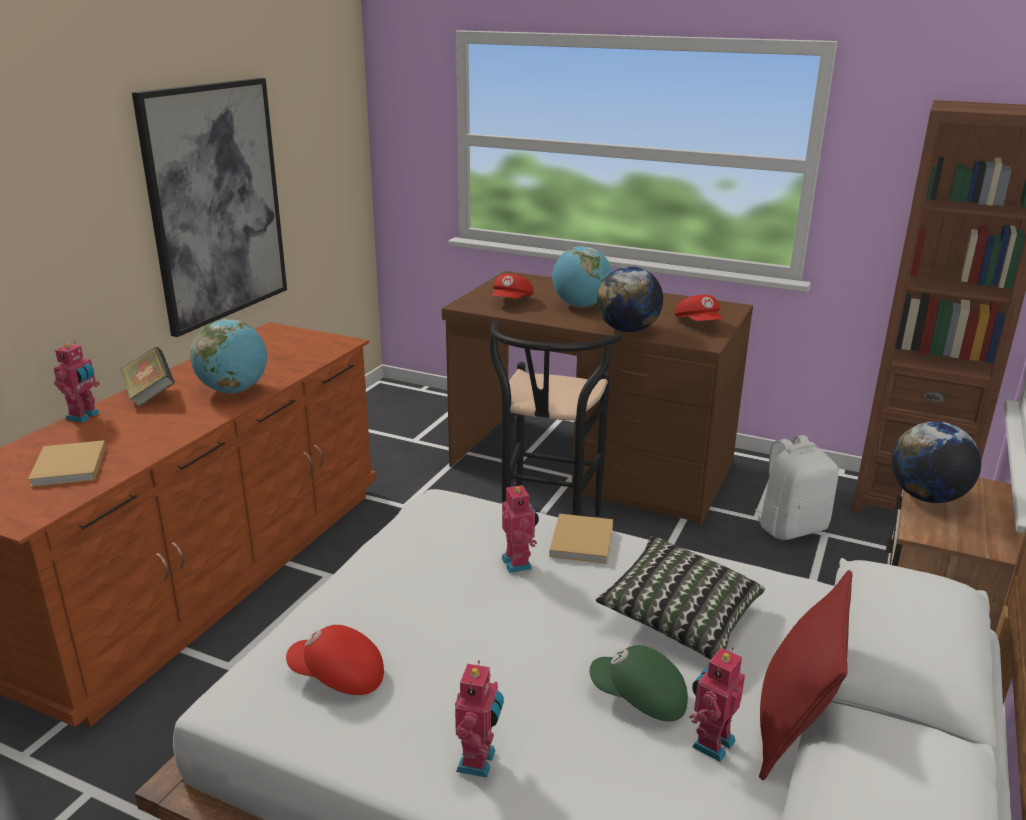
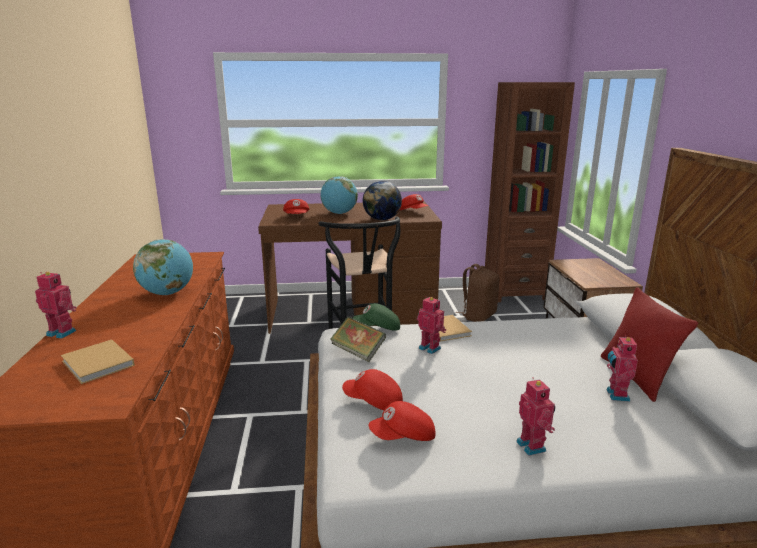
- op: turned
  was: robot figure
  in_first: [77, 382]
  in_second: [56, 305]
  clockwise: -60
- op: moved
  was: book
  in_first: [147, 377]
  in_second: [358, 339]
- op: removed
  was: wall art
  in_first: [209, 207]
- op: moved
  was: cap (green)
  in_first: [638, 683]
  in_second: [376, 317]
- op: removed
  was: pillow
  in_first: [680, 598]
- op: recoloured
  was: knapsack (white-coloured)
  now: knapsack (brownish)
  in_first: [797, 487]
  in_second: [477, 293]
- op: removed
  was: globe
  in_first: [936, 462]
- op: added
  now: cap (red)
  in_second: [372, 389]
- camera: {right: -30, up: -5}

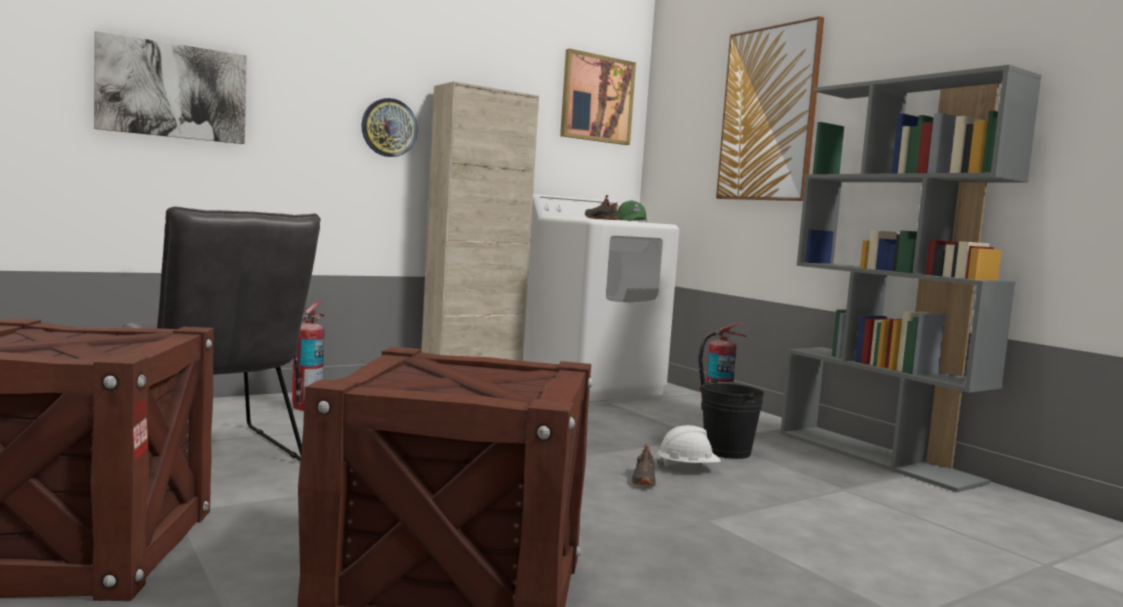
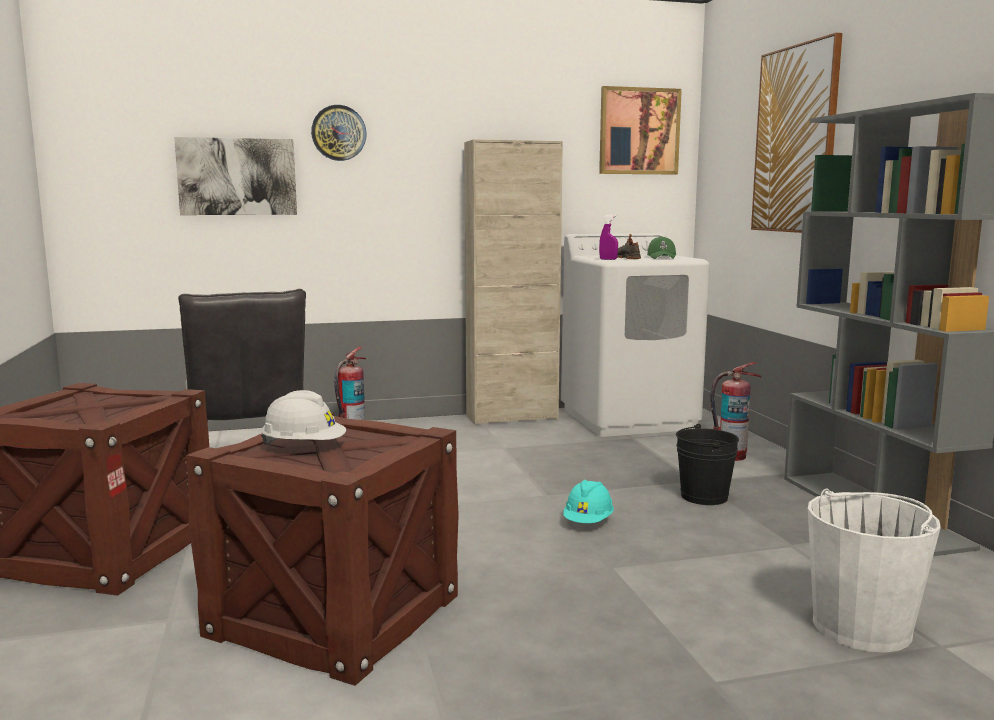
- op: moved
  was: clock on the wall
  in_first: [389, 127]
  in_second: [339, 133]
- op: replaced
  was: shoe (black-coloured)
  now: safety helmet (blue-green)
  in_first: [644, 464]
  in_second: [588, 501]
- op: moved
  was: safety helmet (white-coloured)
  in_first: [688, 446]
  in_second: [303, 418]
- op: added
  now: sprayer (purplish)
  in_second: [608, 237]
- op: added
  now: bucket (white-coloured)
  in_second: [874, 571]
- camera: {right: 20, up: 5}

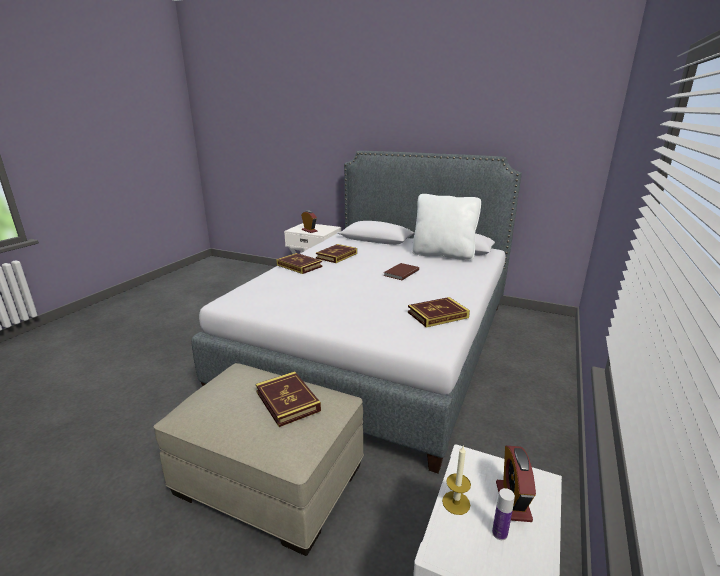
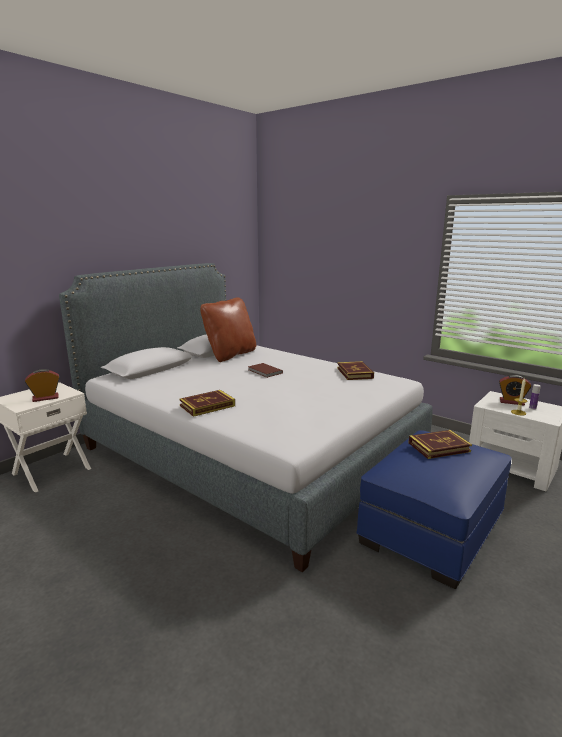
- op: recoloured
  was: ottoman (beige-coloured)
  now: ottoman (bluish)
  in_first: [258, 459]
  in_second: [434, 509]
- op: removed
  was: book
  in_first: [336, 253]
- op: recoloured
  was: pillow (white-coloured)
  now: pillow (brownish)
  in_first: [446, 227]
  in_second: [228, 329]
- camera: {right: -75, up: -5}

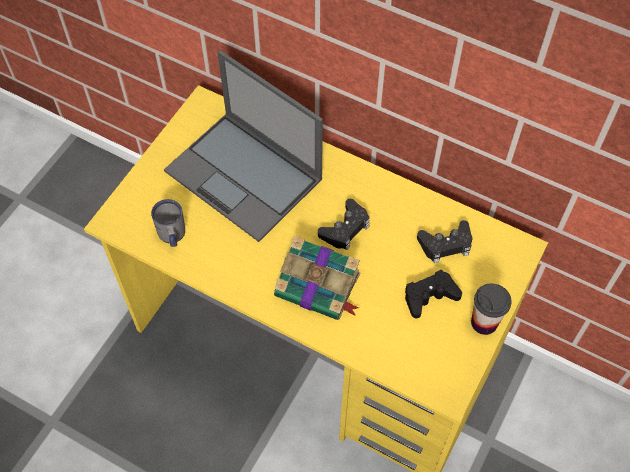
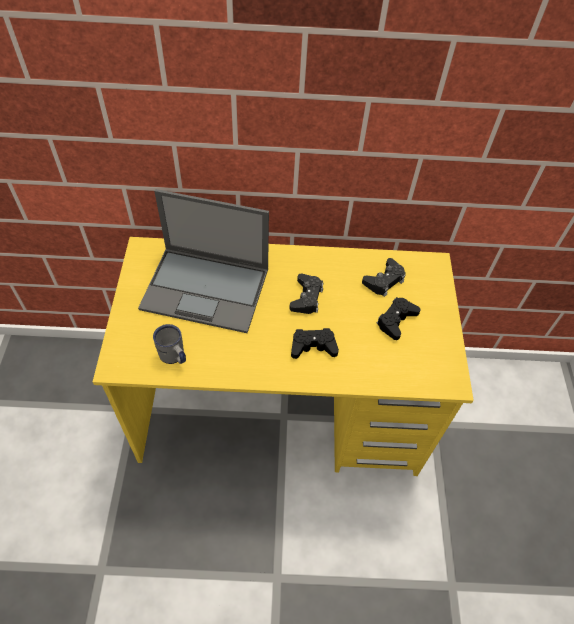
- op: replaced
  was: book
  now: joypad (black-coloured)
  in_first: [317, 278]
  in_second: [315, 343]
- op: removed
  was: drinking cup
  in_first: [491, 309]
- camera: {right: -30, up: -5}

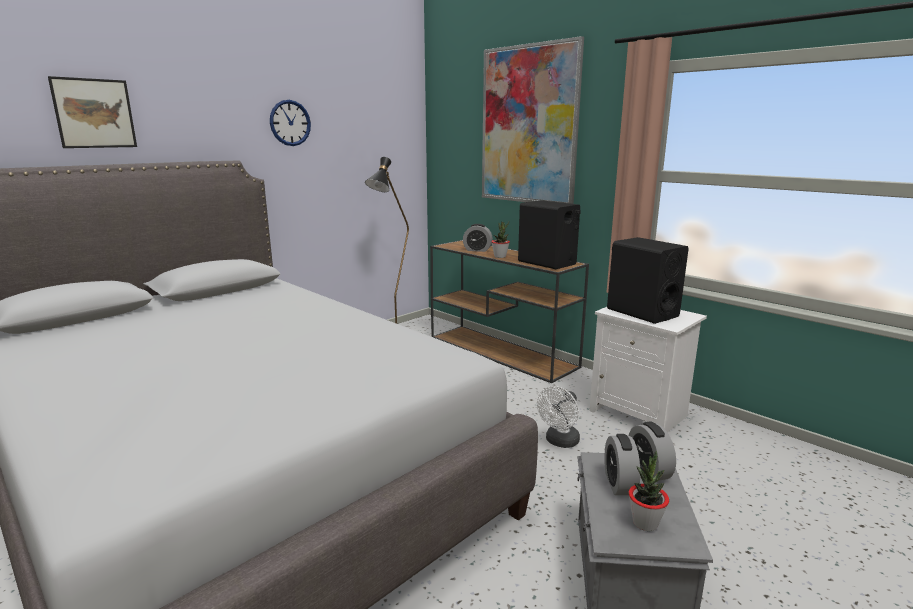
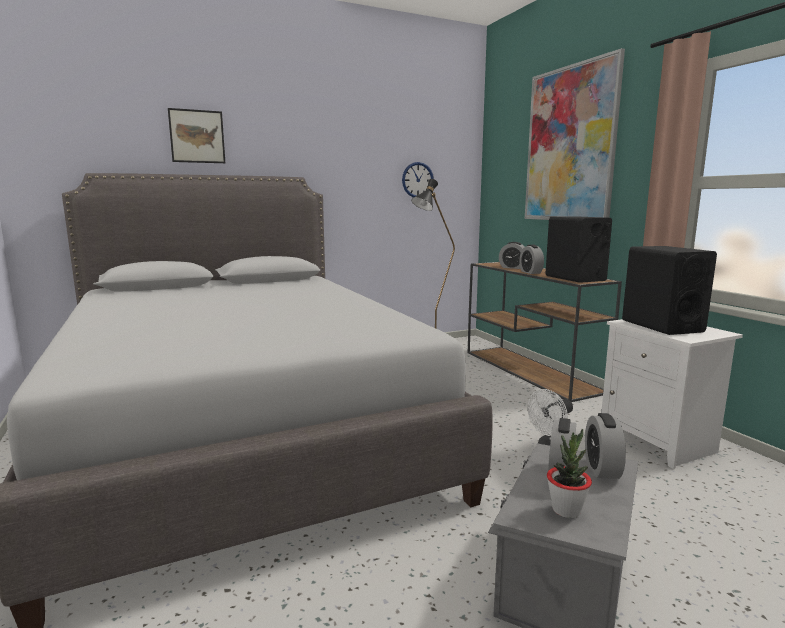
- op: moved
  was: clock on the wall
  in_first: [290, 123]
  in_second: [418, 180]
- op: replaced
  was: potted plant
  now: alarm clock
  in_first: [500, 240]
  in_second: [531, 259]
- camera: {right: 20, up: -5}

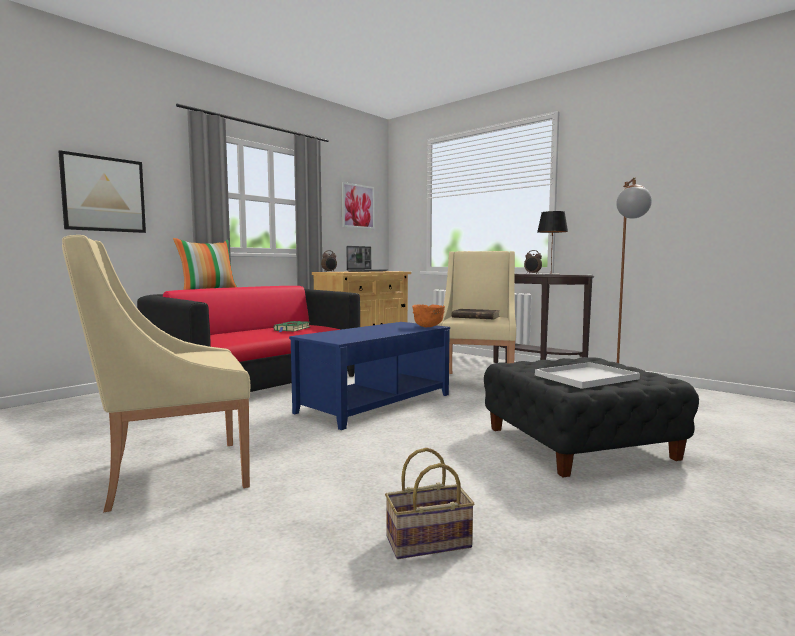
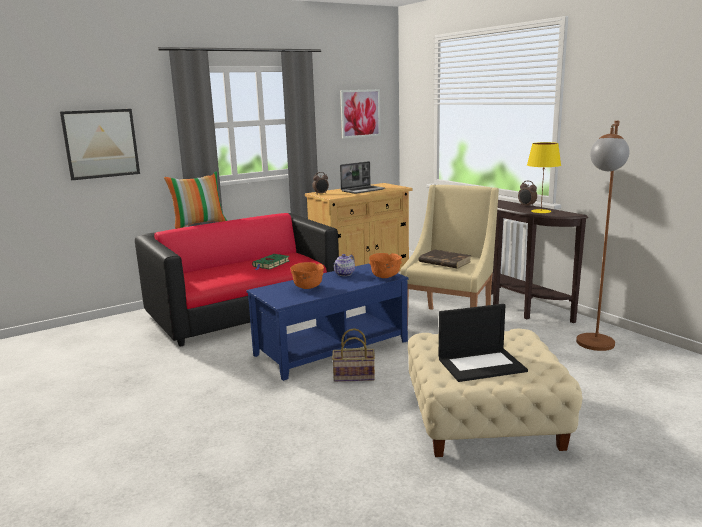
- op: removed
  was: armchair (beige-coloured)
  in_first: [156, 373]
- op: moved
  was: household basket
  in_first: [429, 503]
  in_second: [353, 355]
- op: recoloured
  was: ottoman (black-coloured)
  now: ottoman (beige-coloured)
  in_first: [591, 417]
  in_second: [495, 393]
- op: replaced
  was: carrying tray (white-coloured)
  now: portable computer
  in_first: [587, 375]
  in_second: [483, 343]
- op: recoloured
  was: table lamp (black-coloured)
  now: table lamp (yellow)
  in_first: [552, 240]
  in_second: [544, 177]
- op: added
  now: bowl (orange-coloured)
  in_second: [307, 275]
- op: added
  now: teapot
  in_second: [344, 265]
- camera: {right: 15, up: 10}

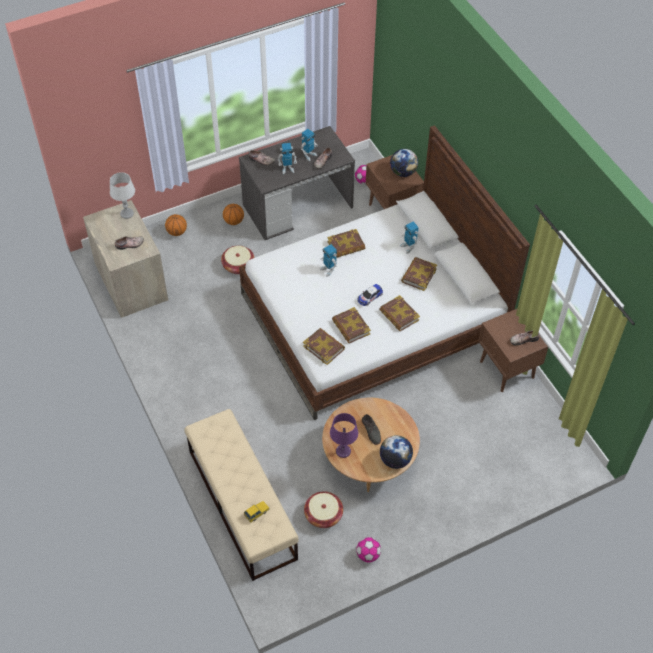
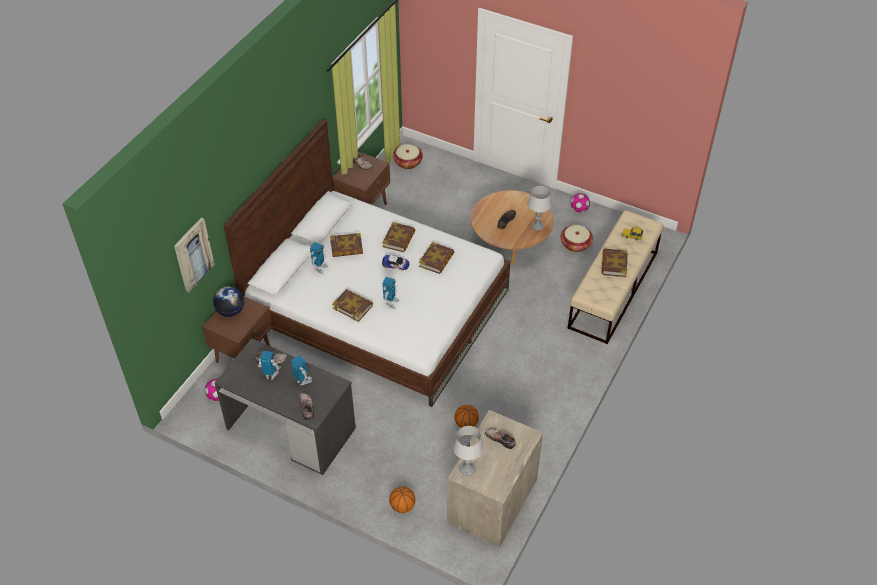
- op: moved
  was: household basket
  in_first: [238, 260]
  in_second: [408, 156]
- op: moved
  was: basketball
  in_first: [233, 214]
  in_second: [466, 416]
- op: moved
  was: book
  in_first: [324, 346]
  in_second: [614, 263]
- op: recoloured
  was: table lamp (purplish)
  now: table lamp (gray)
  in_first: [344, 435]
  in_second: [540, 208]
- op: removed
  was: globe
  in_first: [396, 452]
- op: added
  now: wall art
  in_second: [194, 255]
- camera: {right: -125, up: -5}

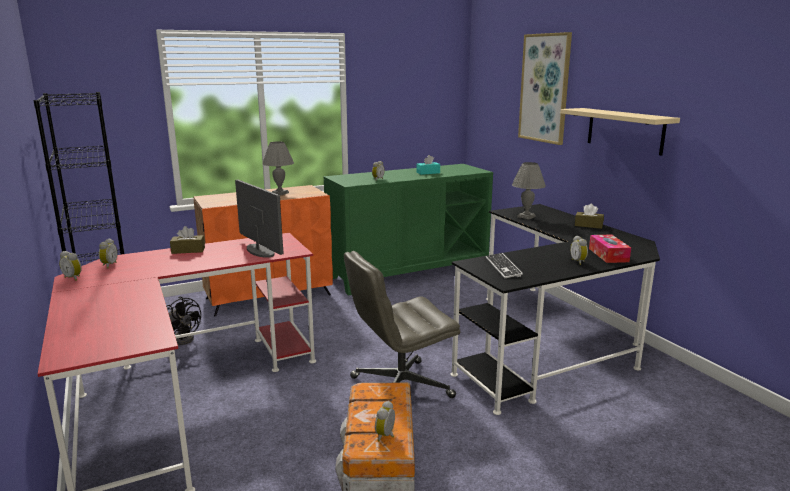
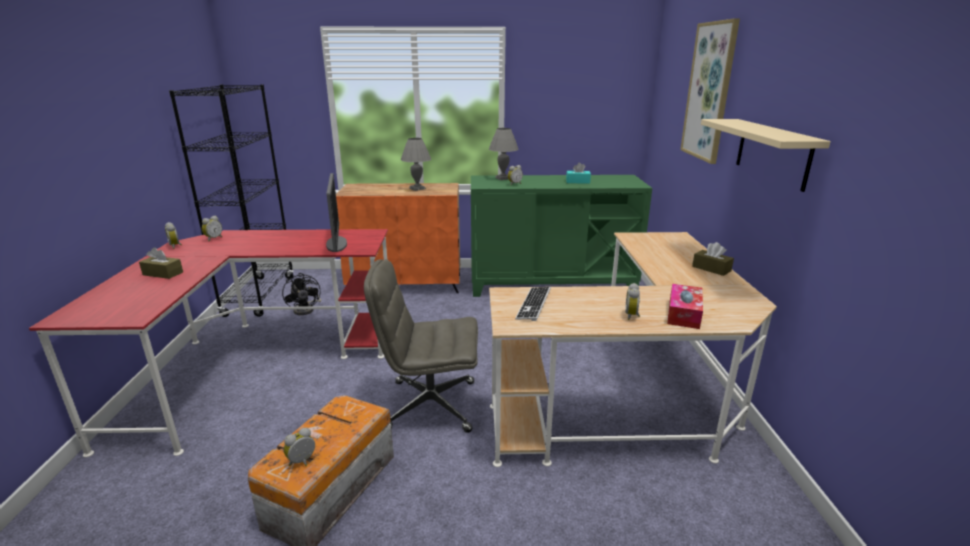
- op: moved
  was: tissue holder (brownish)
  in_first: [187, 240]
  in_second: [161, 263]
- op: recoloured
  was: desk unit (black-coloured)
  now: desk unit (beige-coloured)
  in_first: [555, 309]
  in_second: [633, 349]
- op: moved
  was: table lamp (gray)
  in_first: [529, 190]
  in_second: [504, 154]
- camera: {right: 25, up: 5}

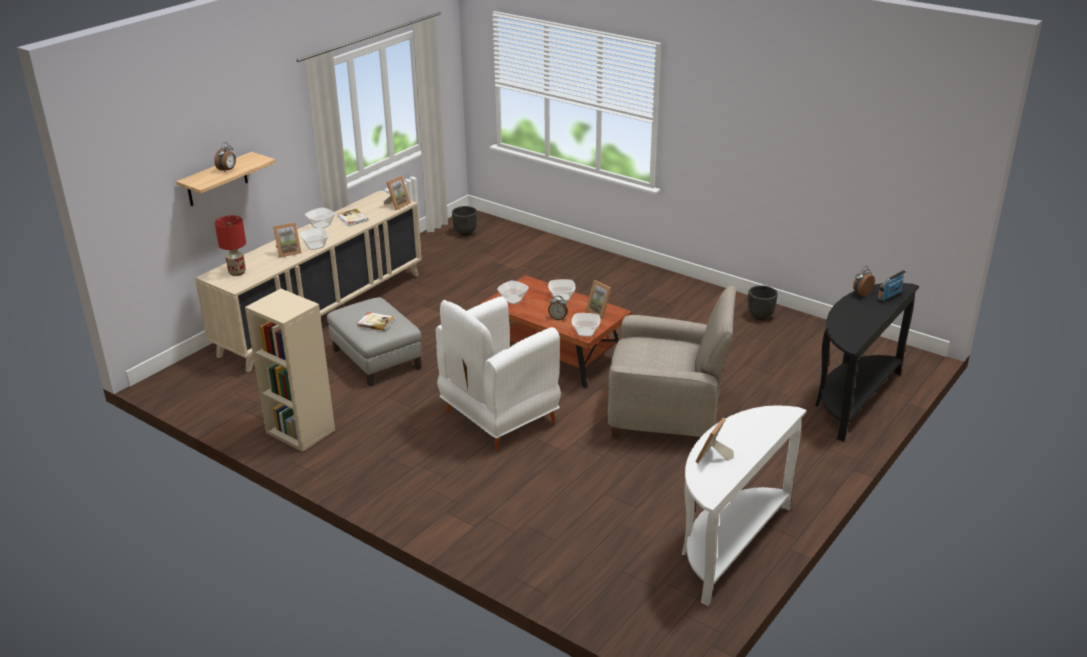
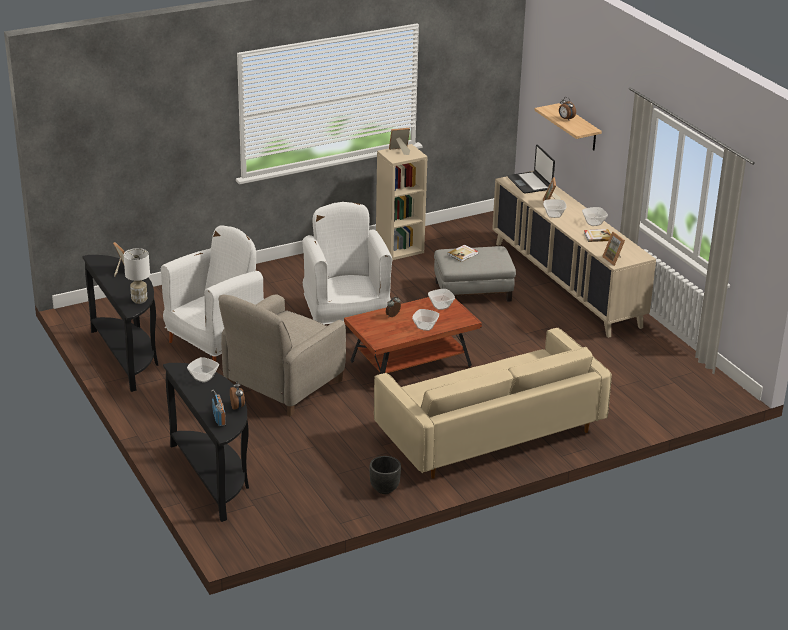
- op: replaced
  was: table lamp (red)
  now: portable computer
  in_first: [230, 245]
  in_second: [531, 169]
- op: removed
  was: flower pot (black-coloured)
  in_first: [464, 221]
- op: moved
  was: bowl
  in_first: [586, 325]
  in_second: [203, 370]
- op: moved
  was: standing frame
  in_first: [598, 299]
  in_second: [399, 141]
- op: recoloured
  was: narrow table (white-coloured)
  now: narrow table (black-coloured)
  in_first: [744, 505]
  in_second: [120, 323]
- op: added
  now: table lamp (white-coloured)
  in_second: [137, 276]
- op: added
  now: armchair (white-coloured)
  in_second: [212, 293]
- op: added
  now: sofa (beige-coloured)
  in_second: [493, 403]
- camera: {right: 115, up: 0}

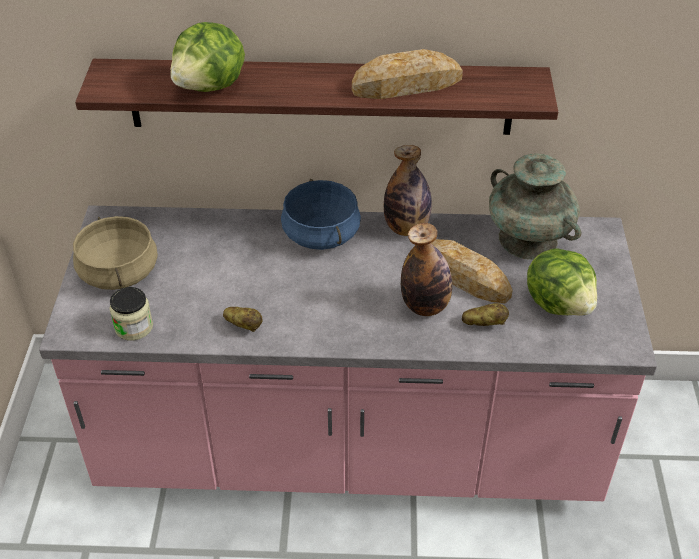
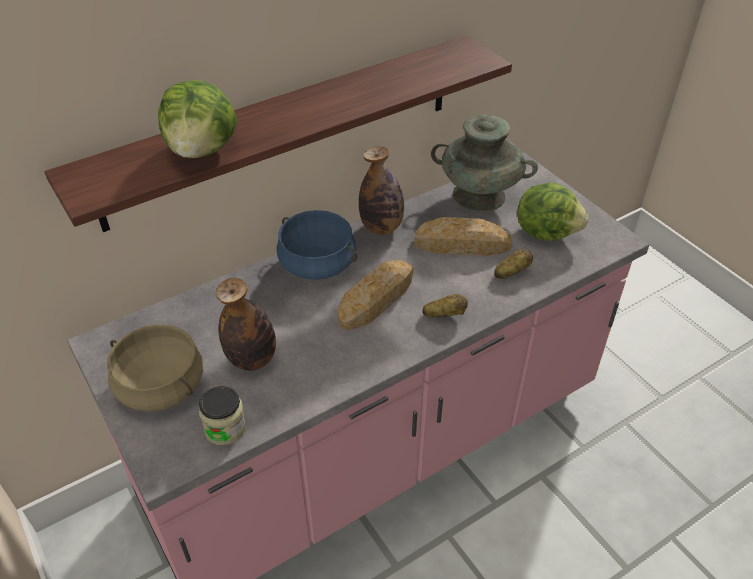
- op: moved
  was: spud
  in_first: [243, 319]
  in_second: [445, 306]
- op: moved
  was: baked bread
  in_first: [407, 74]
  in_second: [375, 295]
- op: moved
  was: drink bottle
  in_first: [426, 269]
  in_second: [246, 324]
- camera: {right: -35, up: 0}

